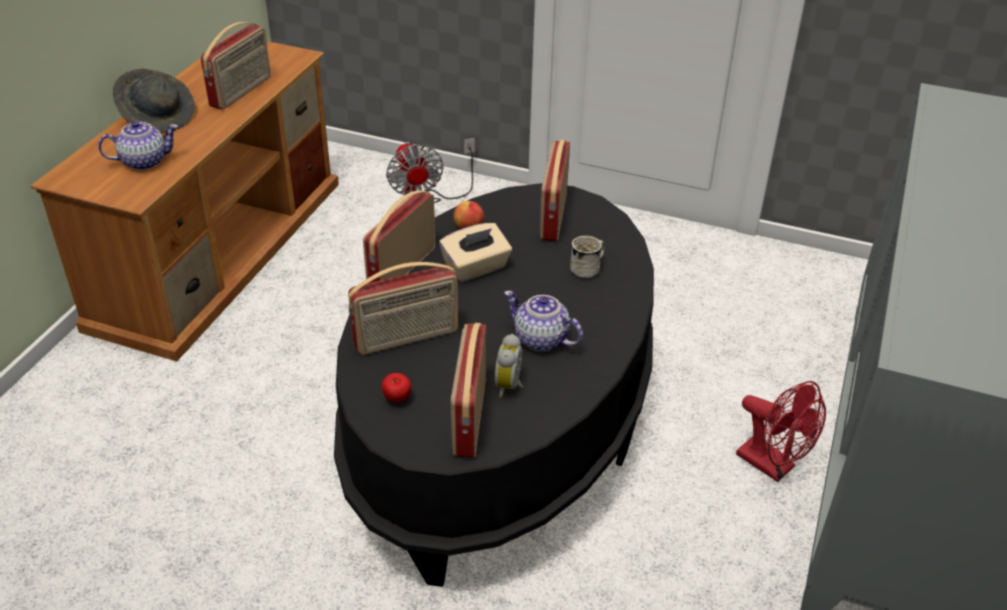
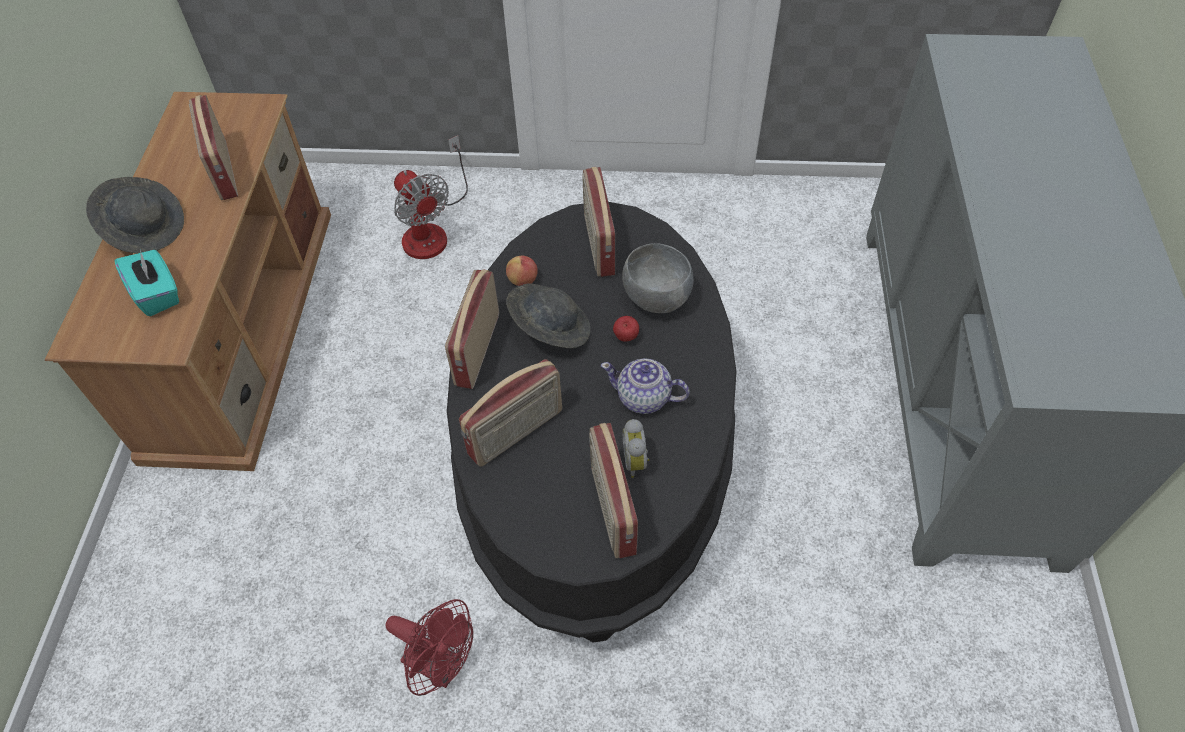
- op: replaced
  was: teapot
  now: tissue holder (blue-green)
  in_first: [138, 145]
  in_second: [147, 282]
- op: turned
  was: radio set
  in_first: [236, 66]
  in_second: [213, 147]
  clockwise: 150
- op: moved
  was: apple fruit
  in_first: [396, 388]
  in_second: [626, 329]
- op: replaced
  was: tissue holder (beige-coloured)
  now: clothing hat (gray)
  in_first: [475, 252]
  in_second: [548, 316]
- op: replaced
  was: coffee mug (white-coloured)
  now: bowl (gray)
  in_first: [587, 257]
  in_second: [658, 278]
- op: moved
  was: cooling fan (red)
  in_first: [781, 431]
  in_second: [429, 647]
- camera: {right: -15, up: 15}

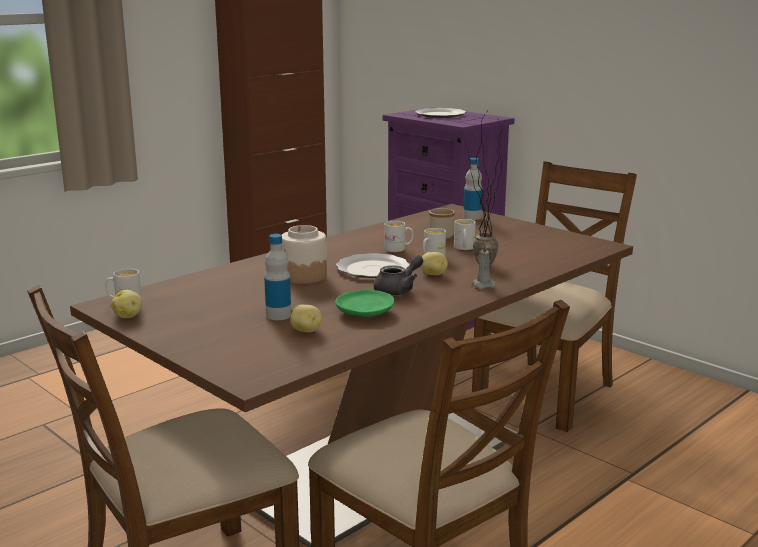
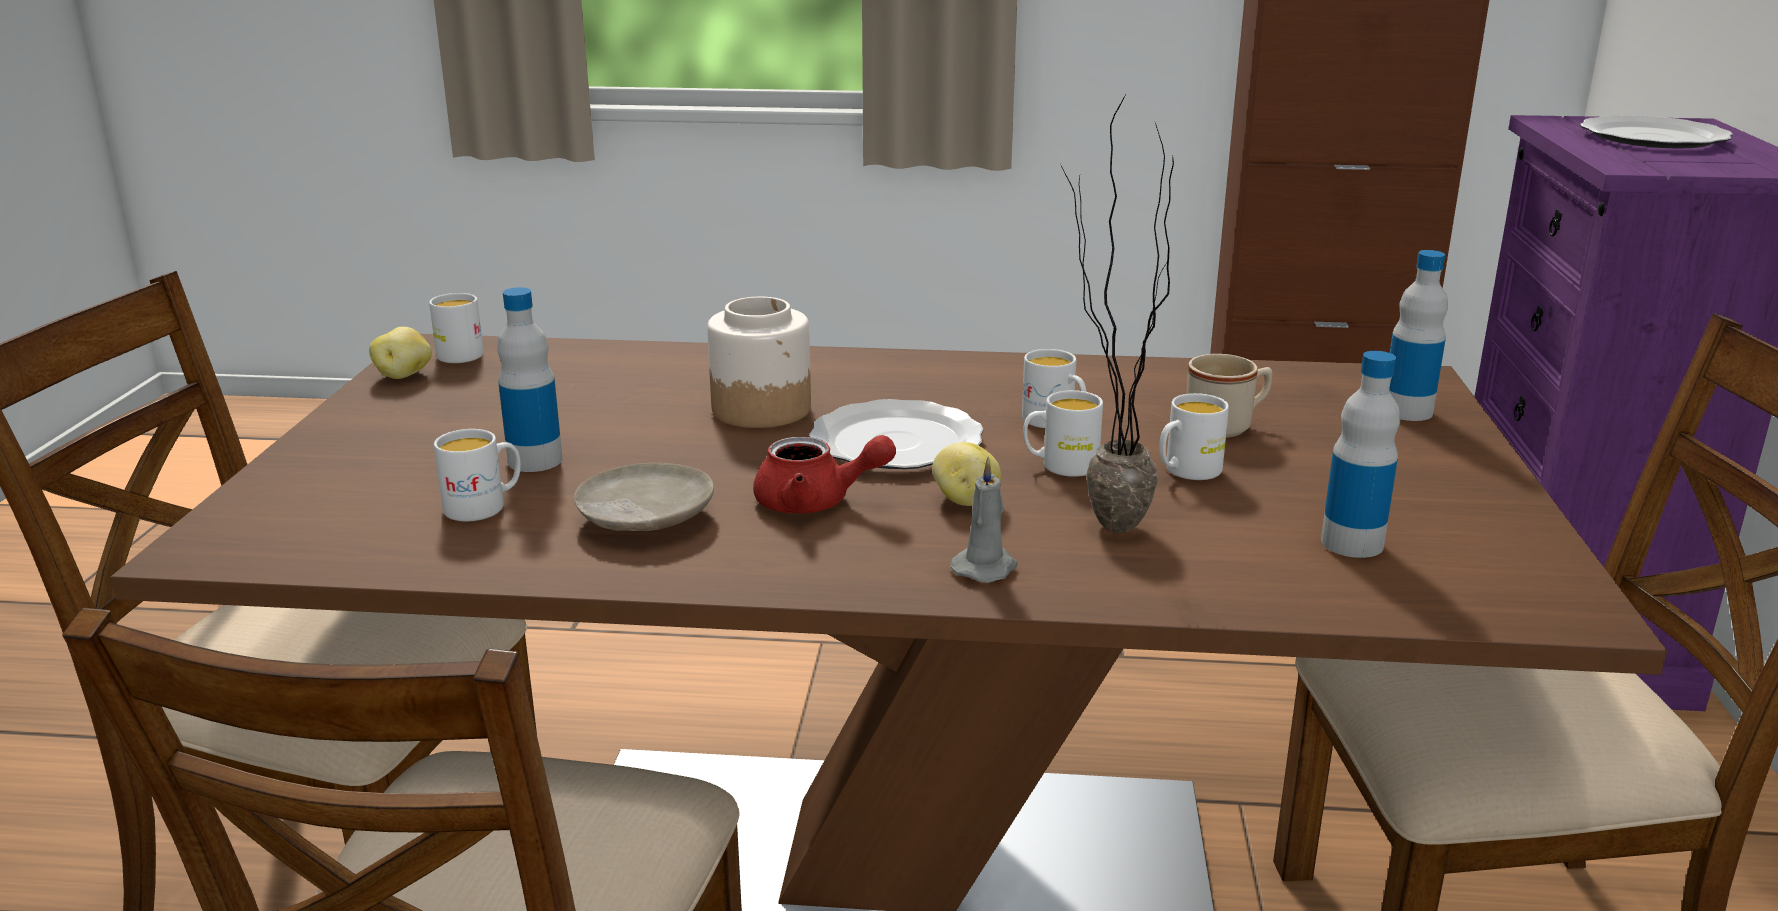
- op: replaced
  was: spud
  now: coffee mug (white-coloured)
  in_first: [306, 318]
  in_second: [477, 475]
- op: recoloured
  was: flat dish (green)
  now: flat dish (beige-coloured)
  in_first: [364, 303]
  in_second: [643, 497]
- op: recoloured
  was: teapot (gray)
  now: teapot (red)
  in_first: [398, 275]
  in_second: [824, 474]
- op: added
  now: drink bottle
  in_second: [1360, 454]
- camera: {right: 50, up: 5}

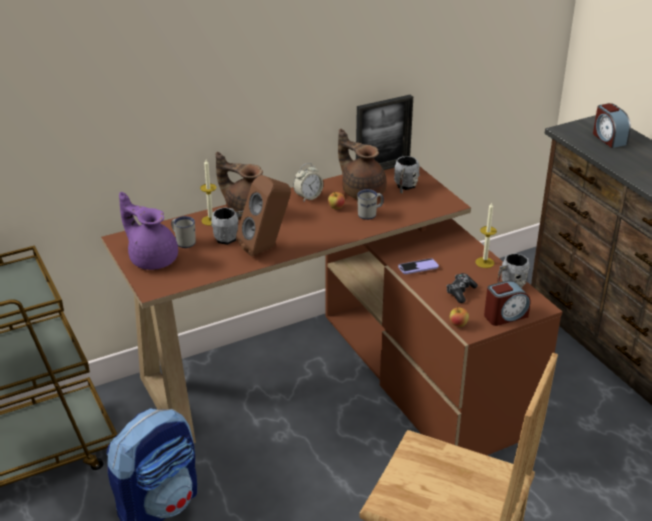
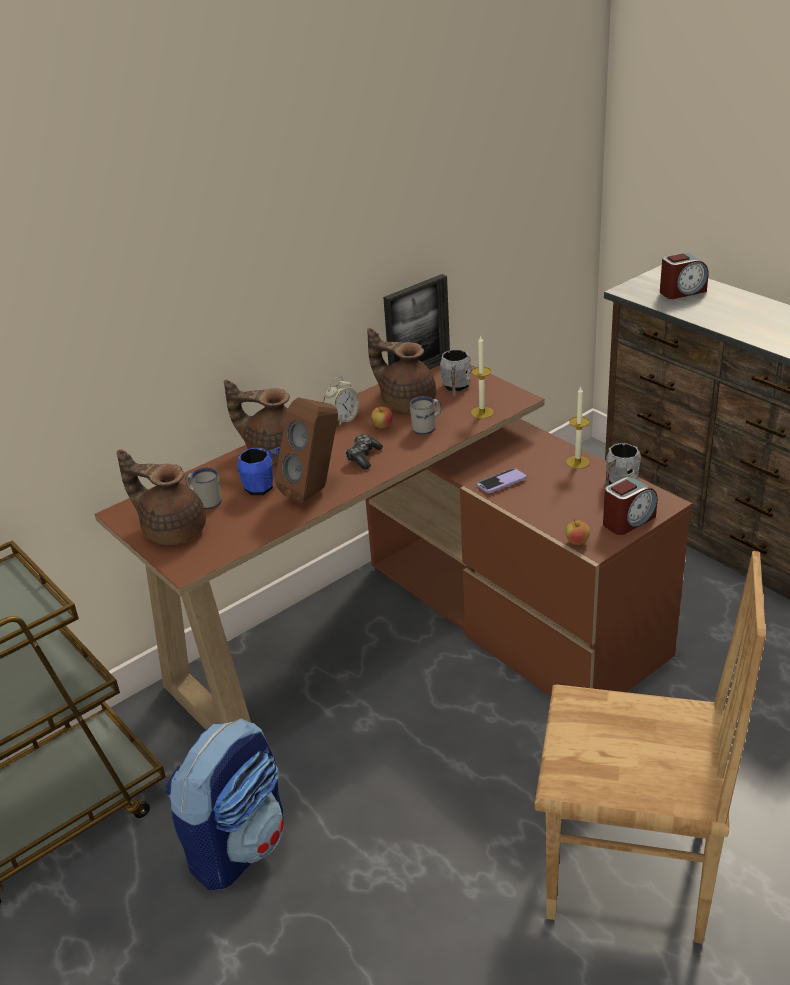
- op: recoloured
  was: teapot (purplish)
  now: teapot (brownish)
  in_first: [148, 231]
  in_second: [161, 497]
- op: moved
  was: wax light
  in_first: [208, 193]
  in_second: [482, 377]
- op: recoloured
  was: coffee mug (gray)
  now: coffee mug (bluish)
  in_first: [227, 226]
  in_second: [259, 471]
- op: moved
  was: joypad
  in_first: [462, 288]
  in_second: [364, 451]
- op: turned
  was: alarm clock
  in_first: [612, 125]
  in_second: [684, 276]
  clockwise: -75
- camera: {right: -10, up: 0}

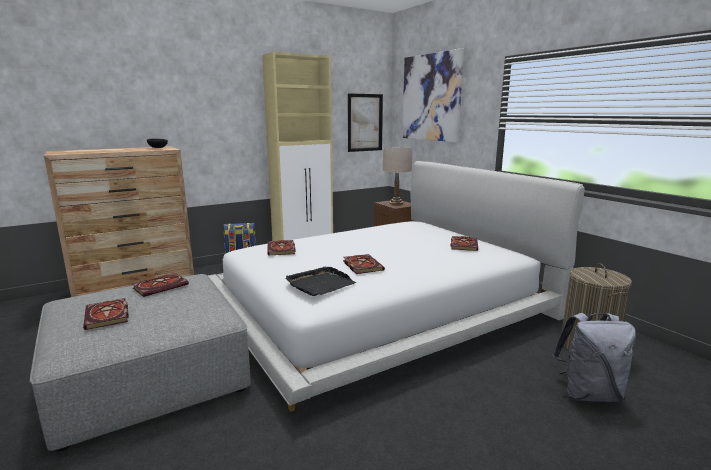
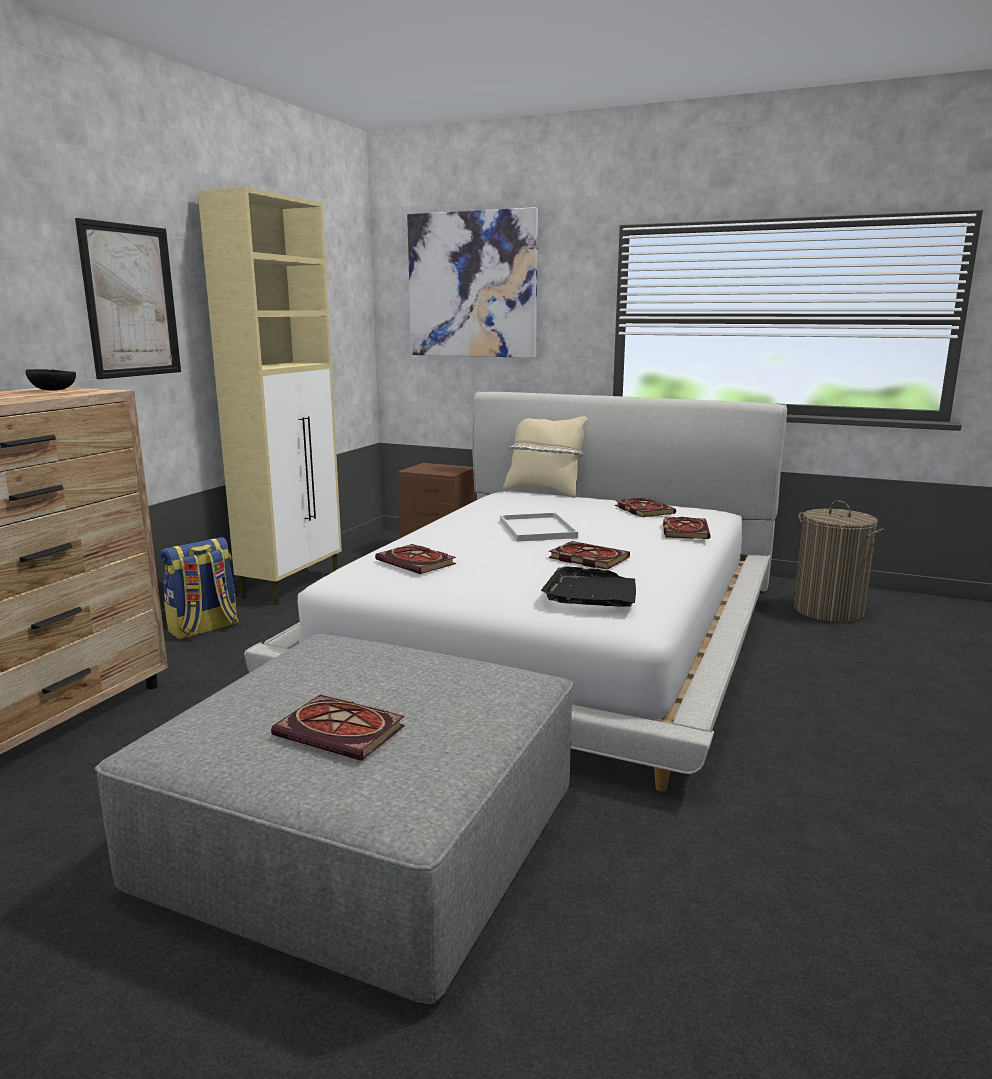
- op: moved
  was: book
  in_first: [160, 285]
  in_second: [687, 528]
- op: moved
  was: wall art
  in_first: [365, 122]
  in_second: [128, 298]
- op: removed
  was: table lamp (beige-coloured)
  in_first: [398, 176]
- op: removed
  was: knapsack (gray)
  in_first: [594, 357]
- op: added
  now: carrying tray (white-coloured)
  in_second: [539, 527]
- op: added
  now: pillow (beige-coloured)
  in_second: [545, 457]
- camera: {right: -35, up: 0}

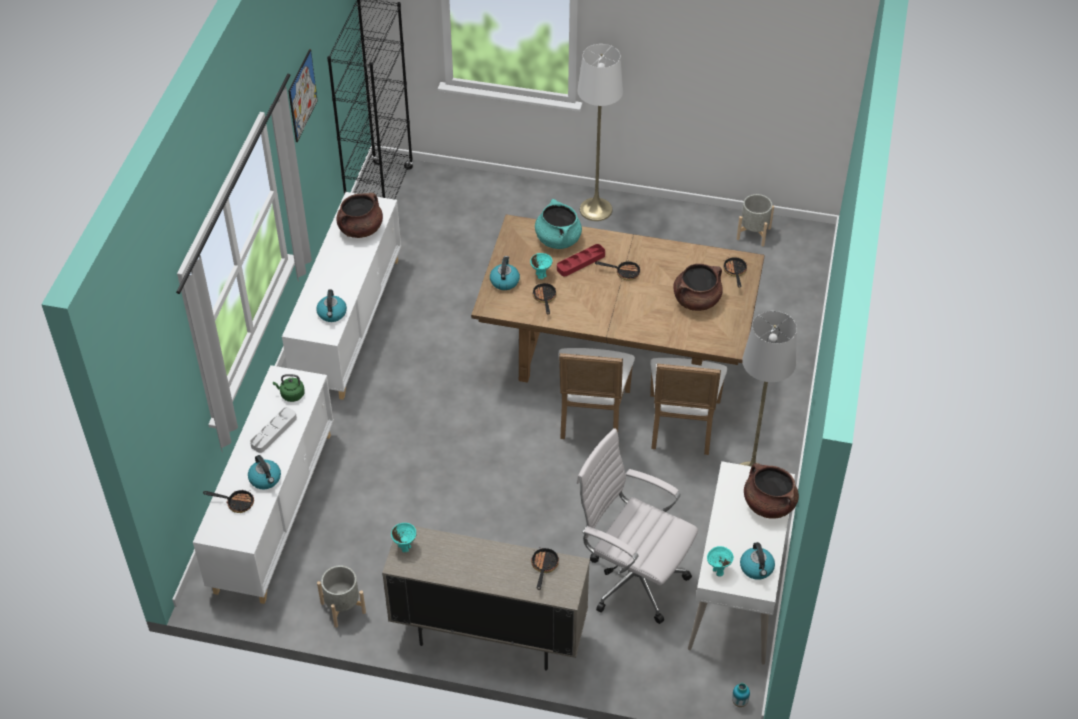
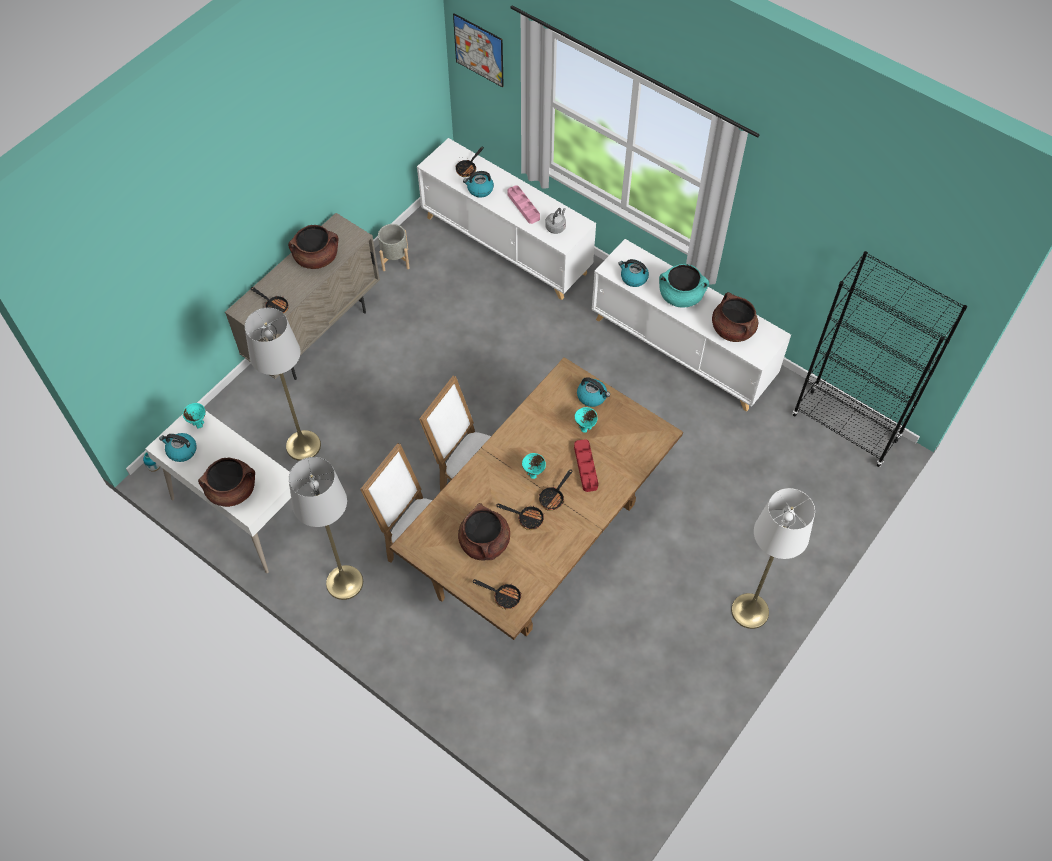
- op: recoloured
  was: carrying tray (gray)
  now: carrying tray (pink)
  in_first: [273, 430]
  in_second: [524, 204]
- op: recoloured
  was: tea kettle (green)
  now: tea kettle (gray)
  in_first: [289, 388]
  in_second: [555, 221]
- op: moved
  was: wall art
  in_first: [303, 95]
  in_second: [478, 50]
- op: moved
  was: bowl (blue-green)
  in_first: [404, 537]
  in_second: [534, 466]
- op: moved
  was: pan
  in_first: [545, 298]
  in_second: [520, 517]
- op: moved
  was: saucepot (blue-green)
  in_first: [558, 224]
  in_second: [684, 286]
- op: replaced
  was: computer chair (white-coloured)
  now: standing lamp (gray)
  in_first: [637, 526]
  in_second: [283, 384]
- op: removed
  was: flower pot (gray)
  in_first: [755, 220]
- op: added
  now: saucepot (brownish)
  in_second: [313, 247]
- camera: {right: 115, up: 10}

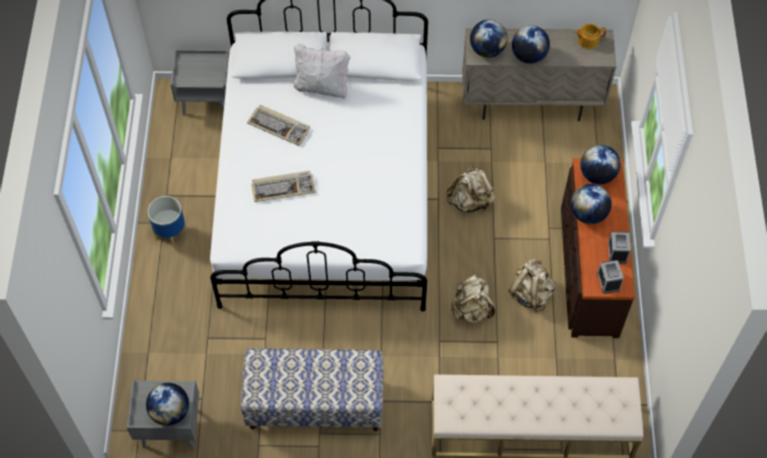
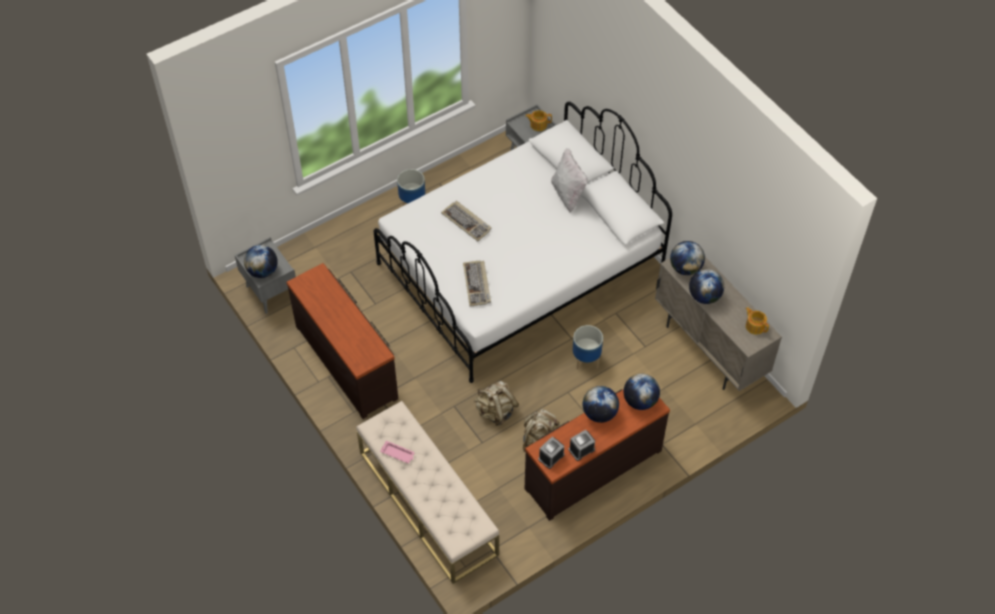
- op: replaced
  was: long seat
  now: chest of drawers (brownish)
  in_first: [312, 389]
  in_second: [342, 341]
- op: moved
  was: keyboard
  in_first: [278, 125]
  in_second: [477, 283]
- op: replaced
  was: knapsack (beige-coloured)
  now: flower pot
  in_first: [470, 188]
  in_second: [588, 347]
- op: added
  now: carrying tray (pink)
  in_second: [397, 452]
- op: added
  now: teapot
  in_second: [538, 120]
- camera: {right: 55, up: -5}

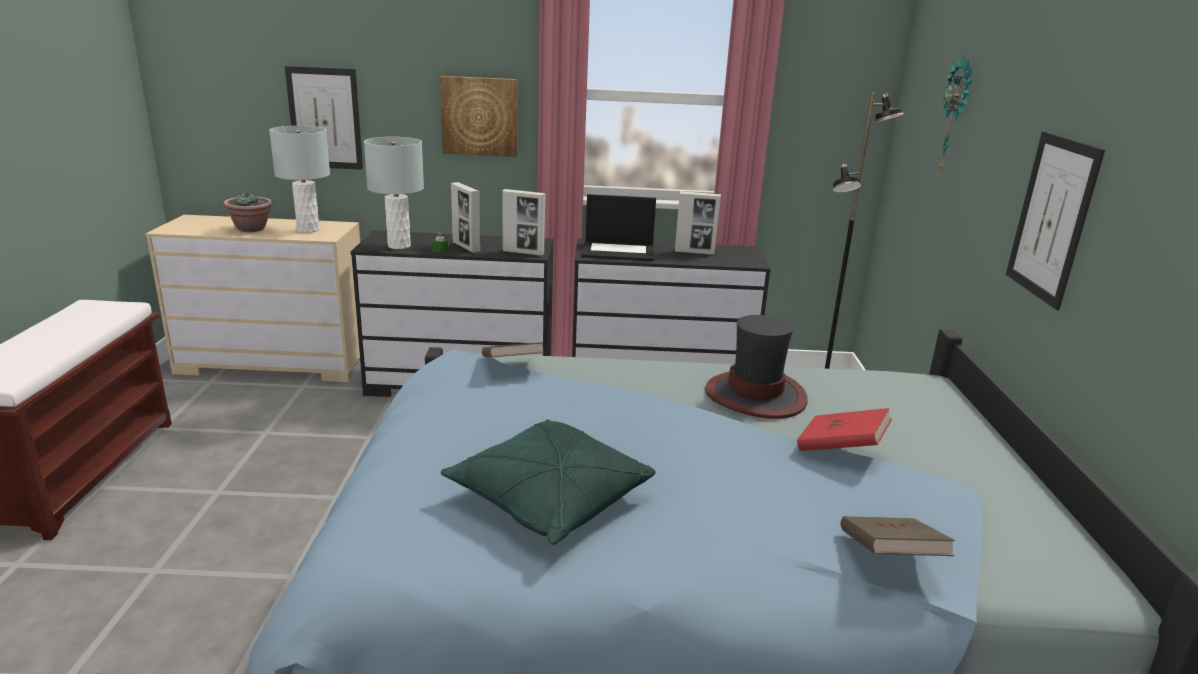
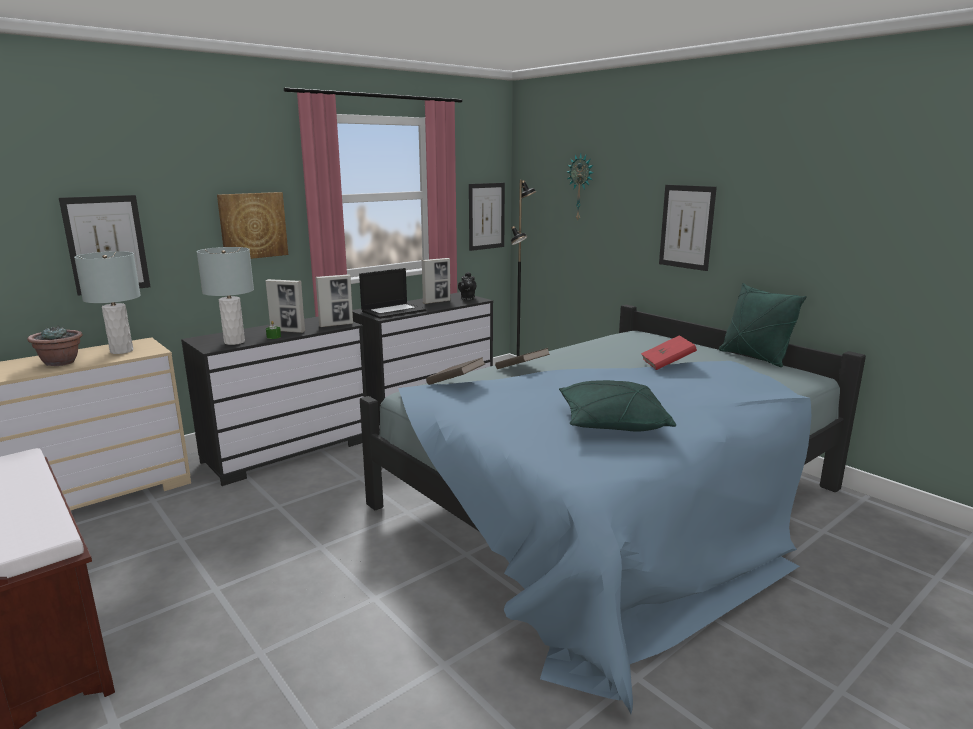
- op: removed
  was: clothing hat
  in_first: [756, 367]
- op: moved
  was: book (brownish)
  in_first: [897, 536]
  in_second: [522, 358]
- op: added
  now: teapot (black-coloured)
  in_second: [467, 286]
- op: added
  now: wall art
  in_second: [487, 217]
- op: added
  now: pillow (green)
  in_second: [763, 325]
- camera: {right: -40, up: -5}

